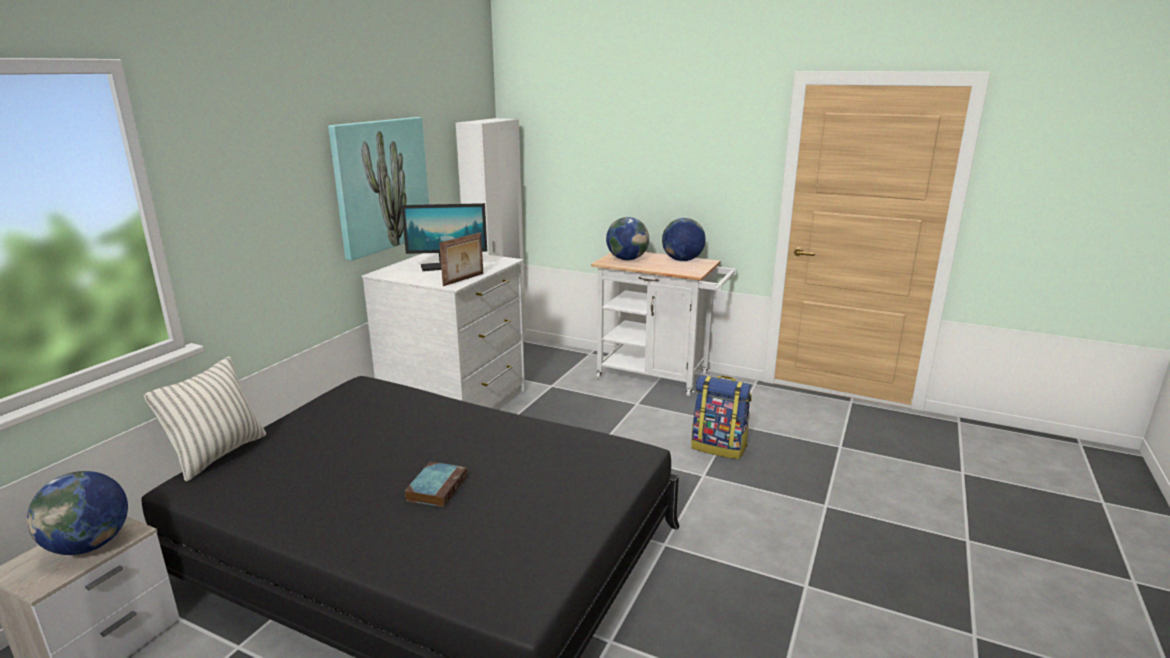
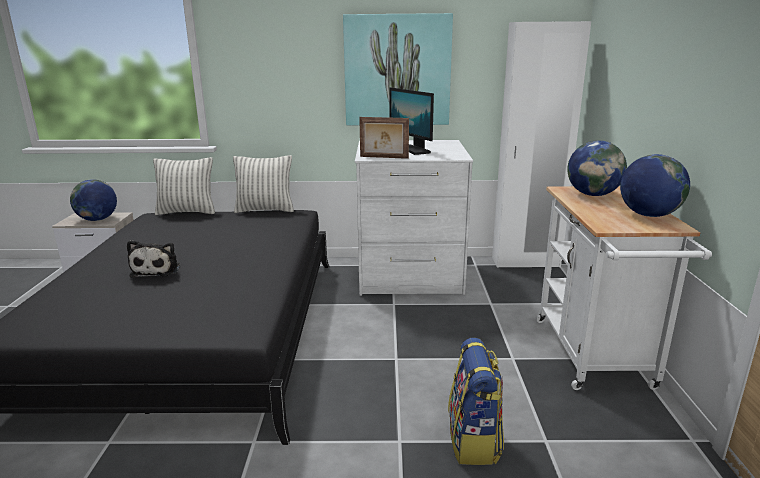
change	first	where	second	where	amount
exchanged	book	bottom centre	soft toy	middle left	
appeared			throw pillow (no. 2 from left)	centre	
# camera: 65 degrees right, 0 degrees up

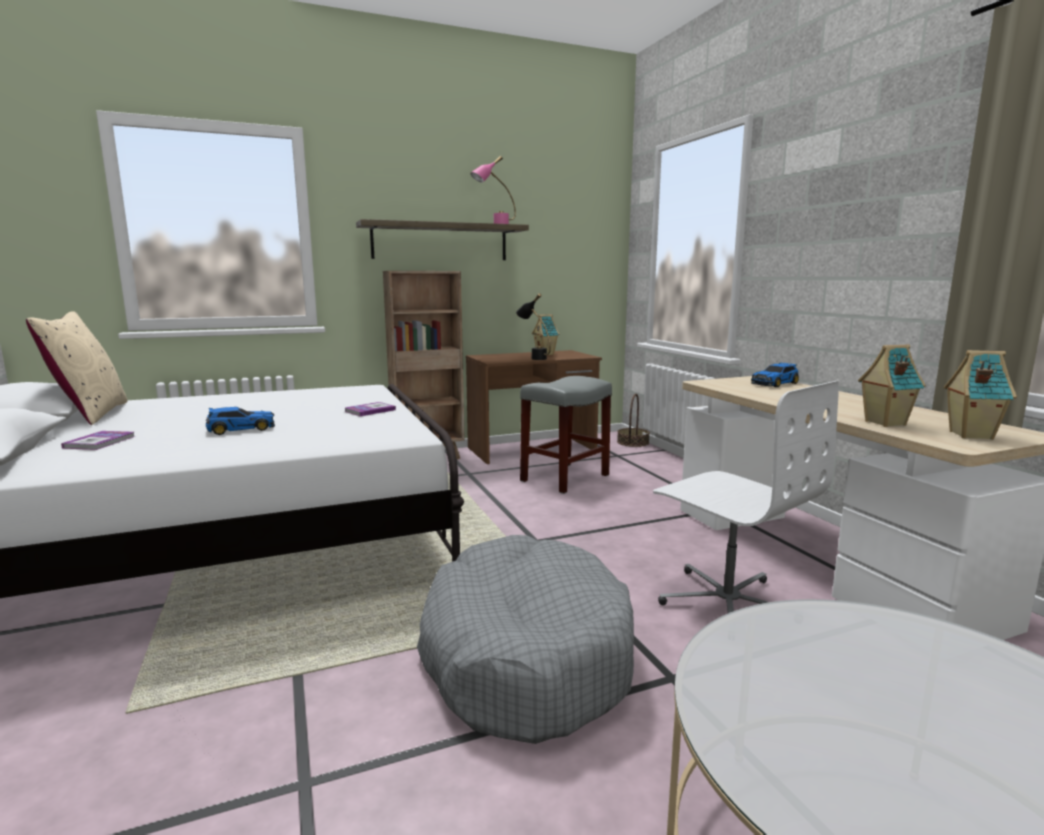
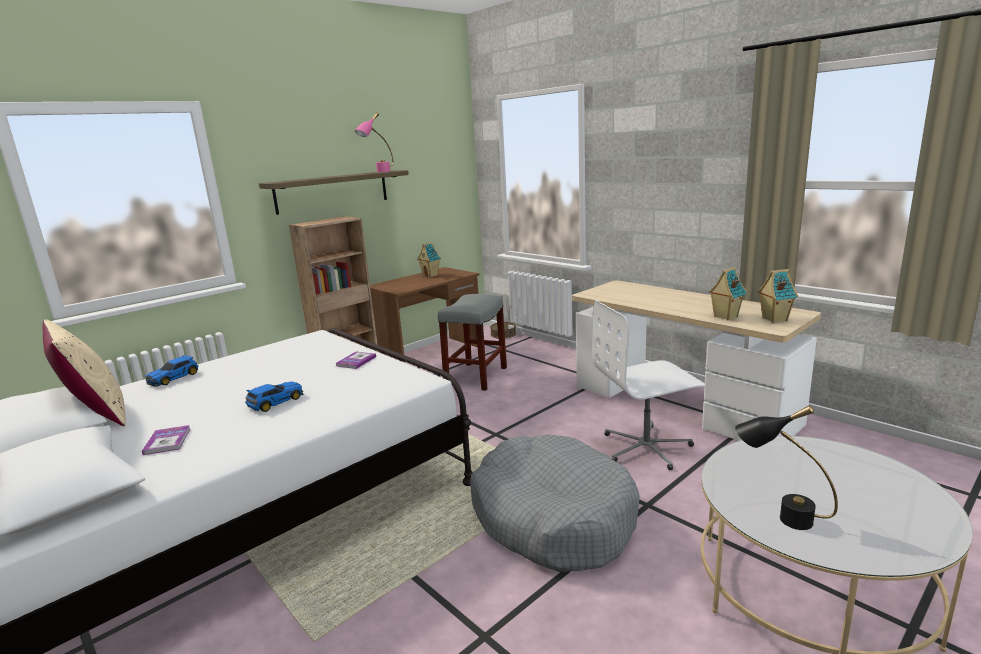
change	first	where	second	where	amount
relocated	toy car (no. 2 from left in the first image)	middle right	toy car (no. 1 from left)	middle left	
spun	desk chair (white-coloured)	middle right		centre	135 degrees clockwise
relocated	tabletop lamp (black-coloured)	centre		bottom right	
# camera: 20 degrees left, 5 degrees up

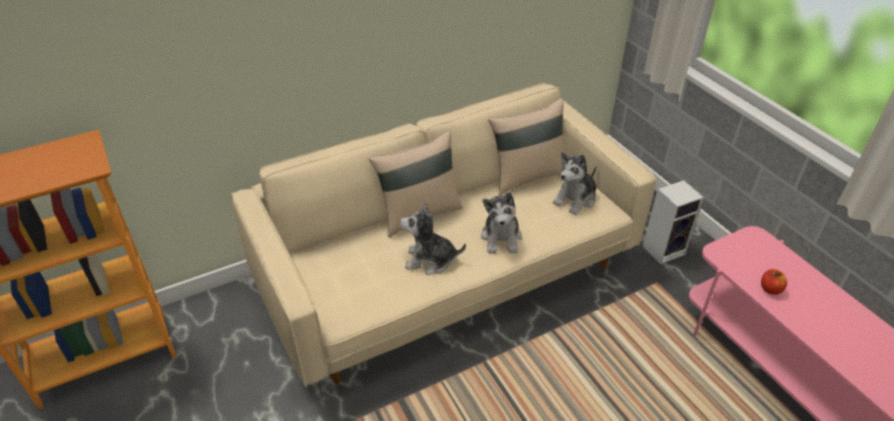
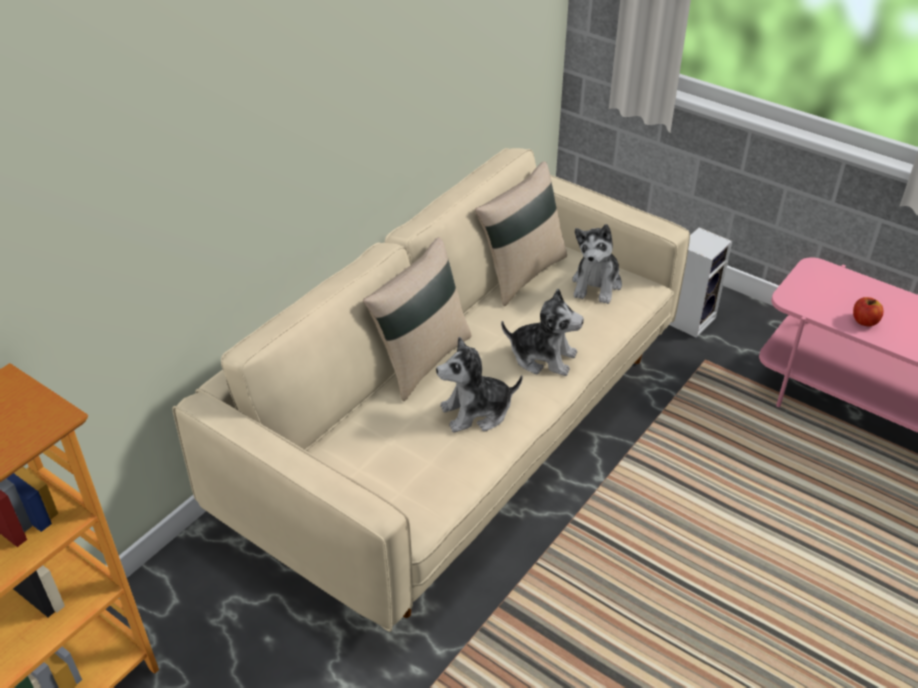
change	first	where	second	where	amount
spun	soft toy (no. 2 from left)	centre		centre	45 degrees counterclockwise
# camera: 25 degrees left, 0 degrees up

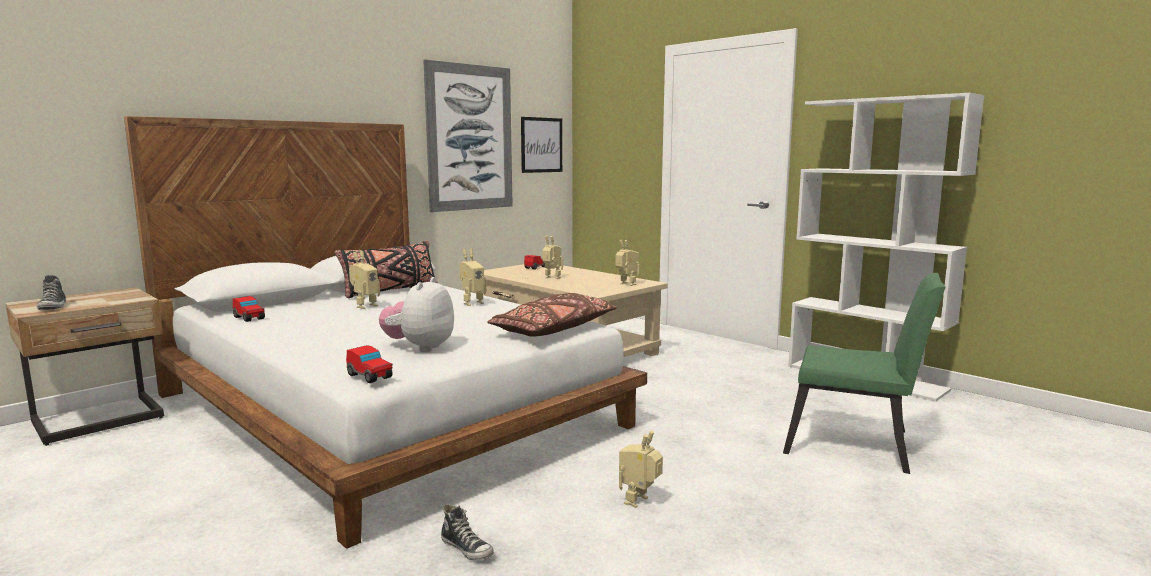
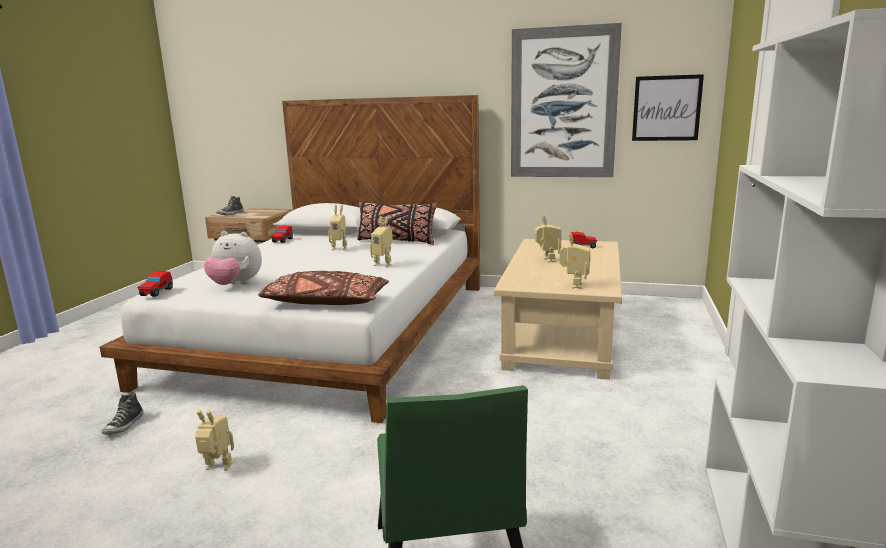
change	first	where	second	where	amount
spun	soft toy	centre		middle left	150 degrees counterclockwise
# camera: 60 degrees right, 5 degrees up

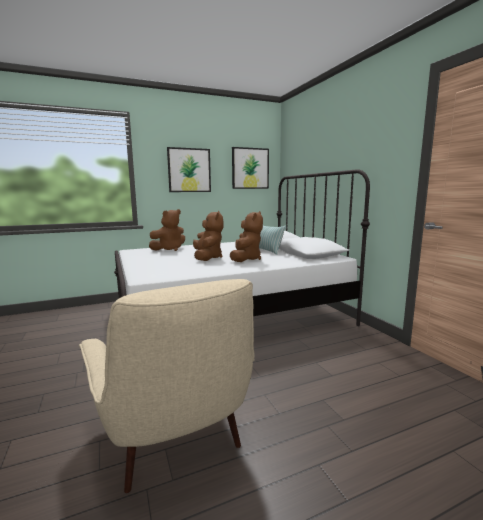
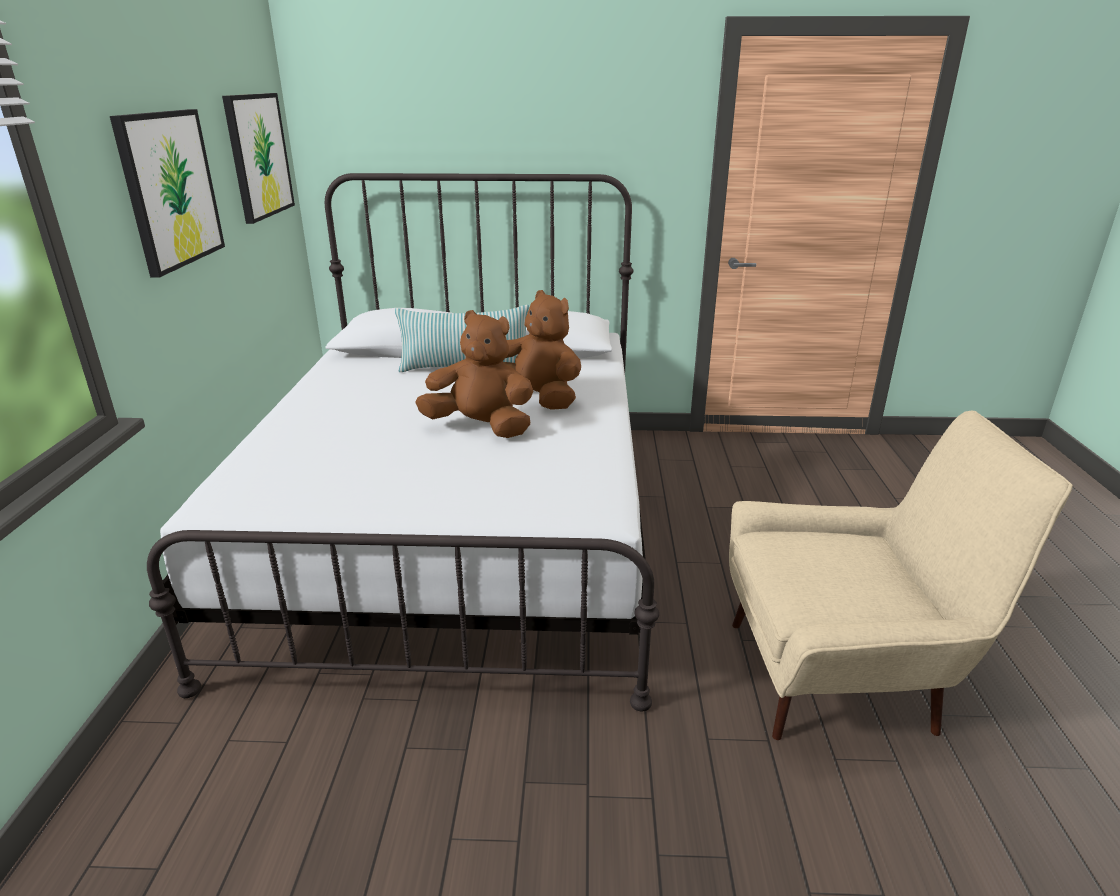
change	first	where	second	where	amount
missing	soft toy (brown-coloured) (no. 1 from left)	centre			
# camera: 65 degrees left, 15 degrees up

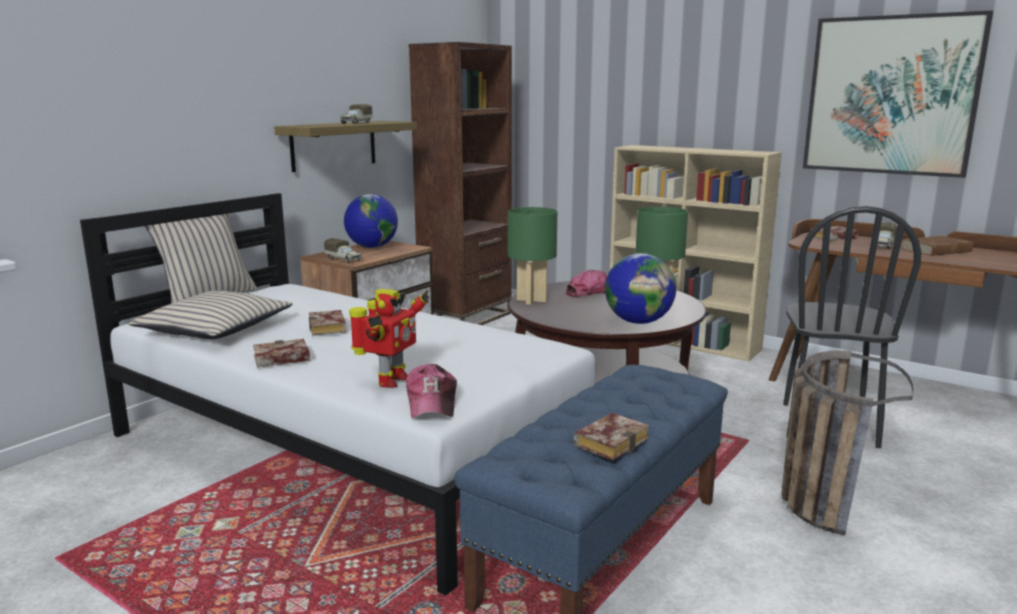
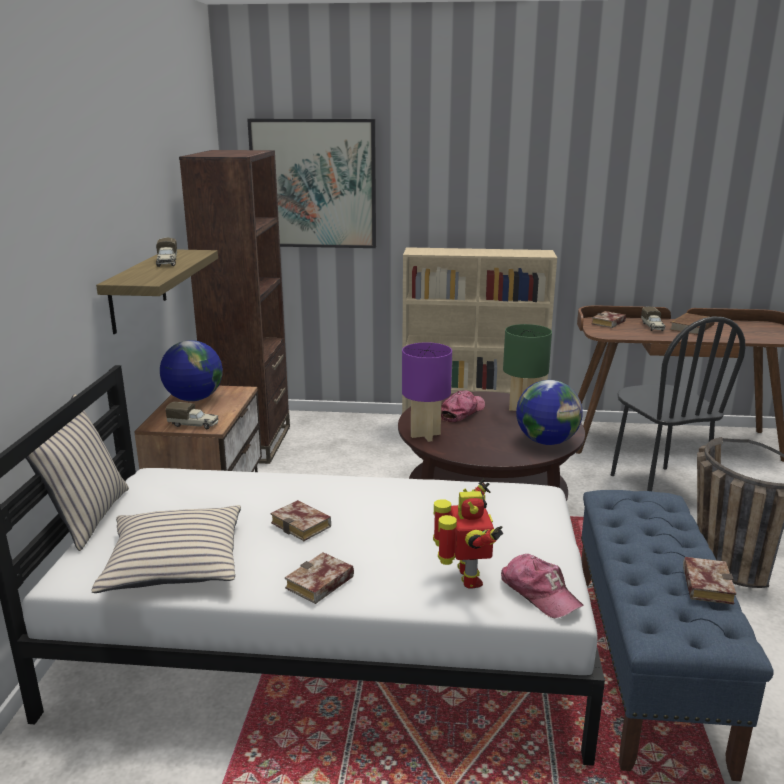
change	first	where	second	where	amount
relocated	picture	top right		top centre	
colour	tabletop lamp (green) (no. 1 from left)	centre	tabletop lamp (purple)	centre	
# camera: 30 degrees left, 5 degrees up

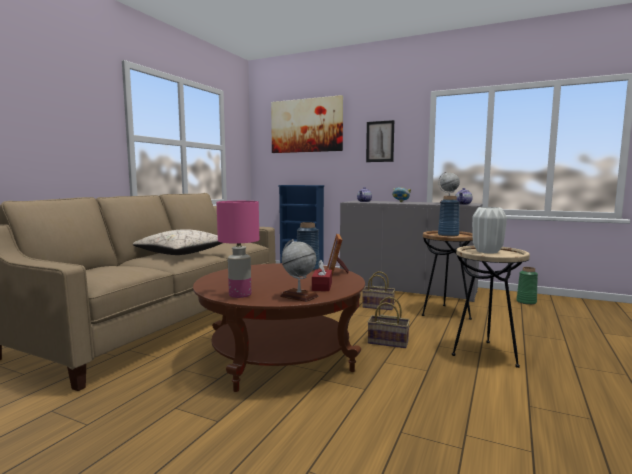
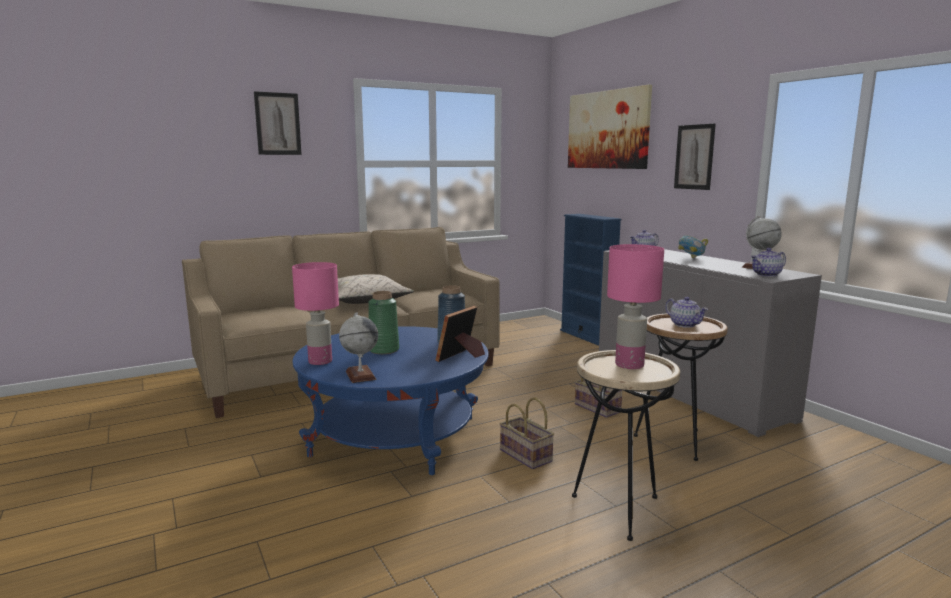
change	first	where	second	where	amount
appeared			picture (no. 1 from left)	top left	
colour	coffee table (brown-coloured)	bottom centre	coffee table (bluish)	bottom centre	
relocated	flower vase (green)	middle right		centre	
exchanged	flower vase (white-coloured)	middle right	tabletop lamp (pink) (no. 2 from left)	middle right	
exchanged	flower vase (bluish) (no. 2 from left)	middle right	pot for tea (no. 2 from left)	middle right	
missing	tissue holder (red)	centre			
# camera: 35 degrees right, 5 degrees up

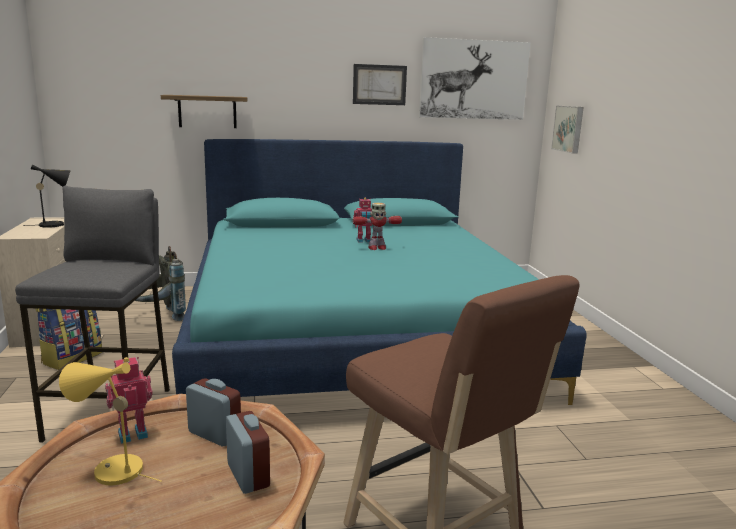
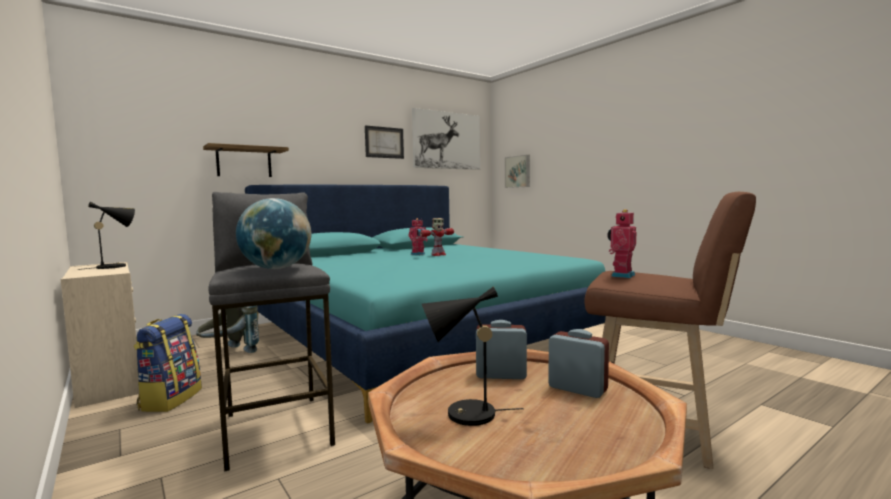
change	first	where	second	where	amount
appeared			desk globe	middle left	
colour	tabletop lamp (yellow-coloured)	bottom left	tabletop lamp (black-coloured) (no. 2 from left)	bottom centre	
relocated	model robot (no. 1 from left in the first image)	bottom left	model robot (no. 3 from left)	middle right	
# camera: 25 degrees left, 10 degrees down

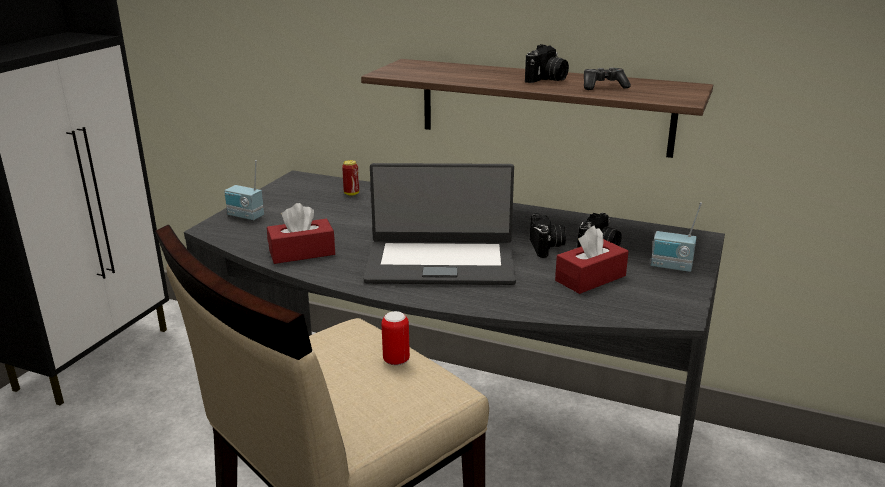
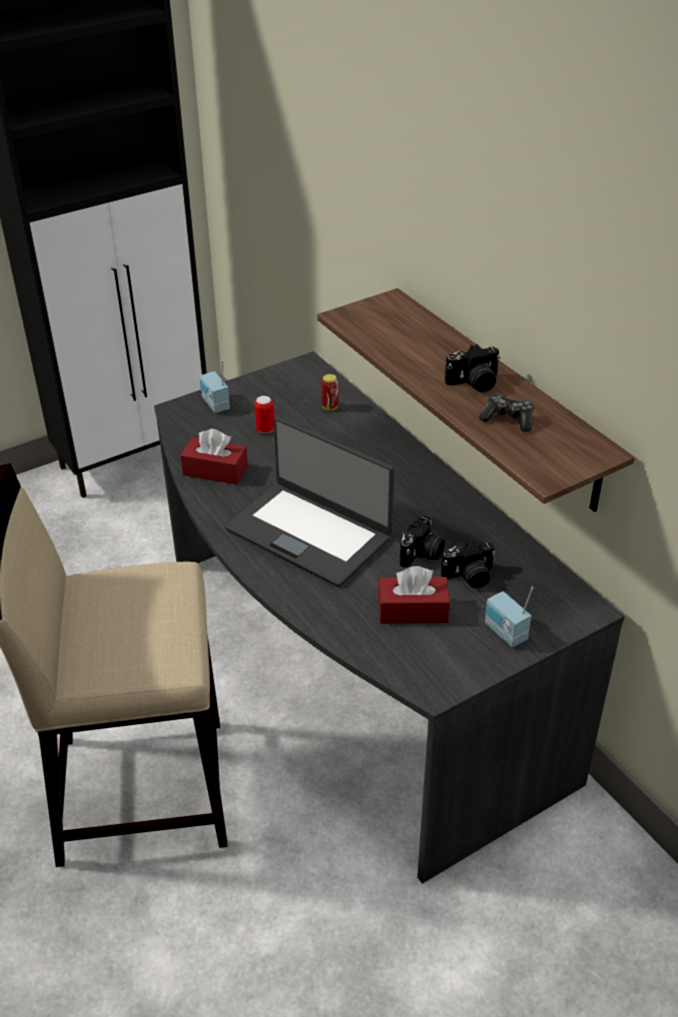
change	first	where	second	where	amount
relocated	can (no. 2 from left in the first image)	bottom centre	can (no. 1 from left)	centre	
# camera: 35 degrees right, 15 degrees up

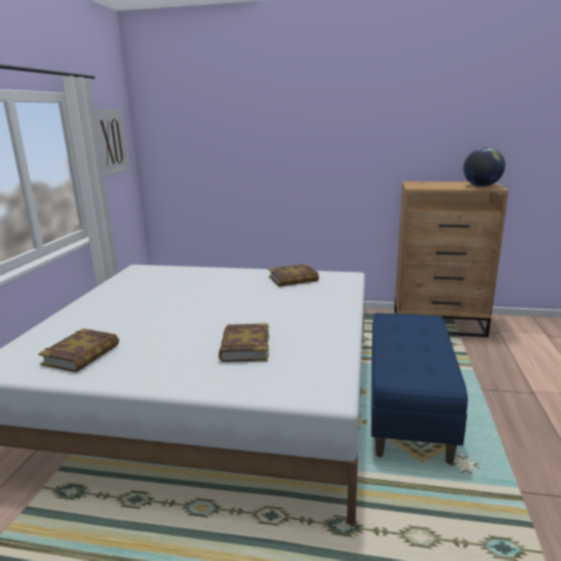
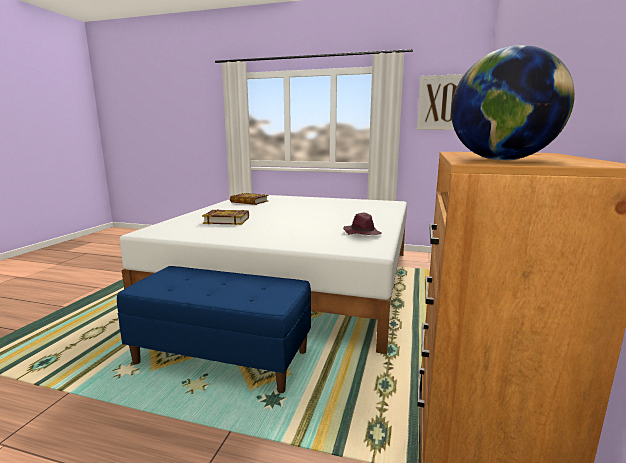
change	first	where	second	where	amount
exchanged	book (no. 3 from left)	centre	hat (purple)	centre	
# camera: 95 degrees right, 5 degrees down

